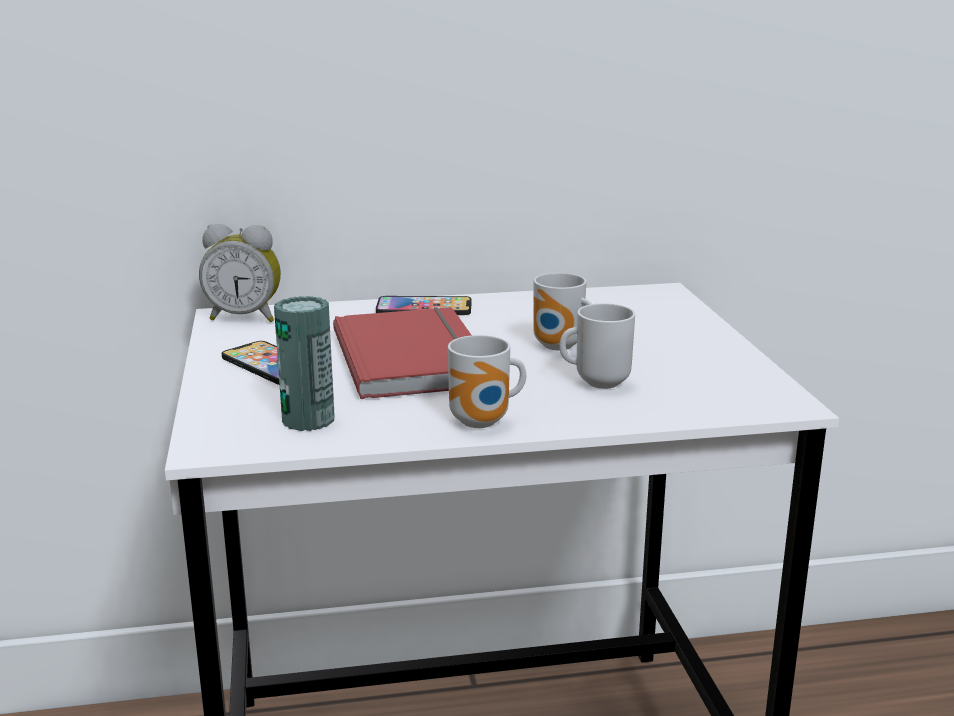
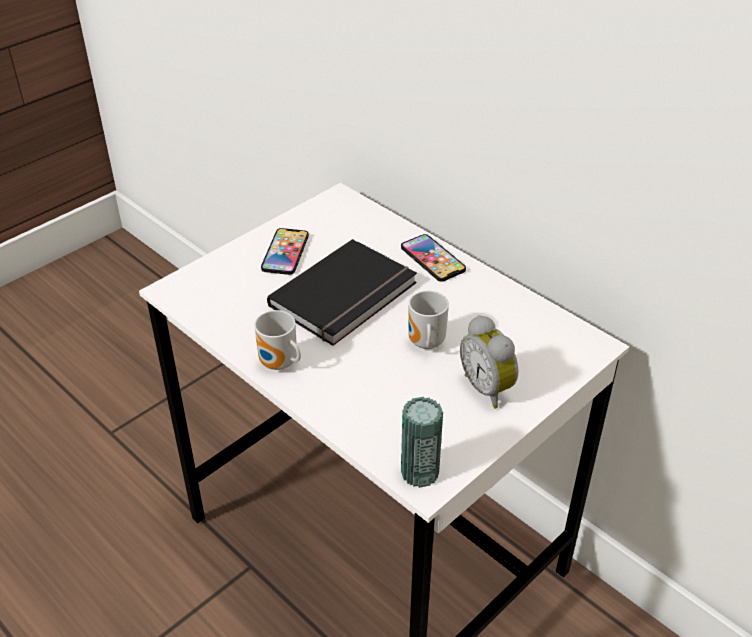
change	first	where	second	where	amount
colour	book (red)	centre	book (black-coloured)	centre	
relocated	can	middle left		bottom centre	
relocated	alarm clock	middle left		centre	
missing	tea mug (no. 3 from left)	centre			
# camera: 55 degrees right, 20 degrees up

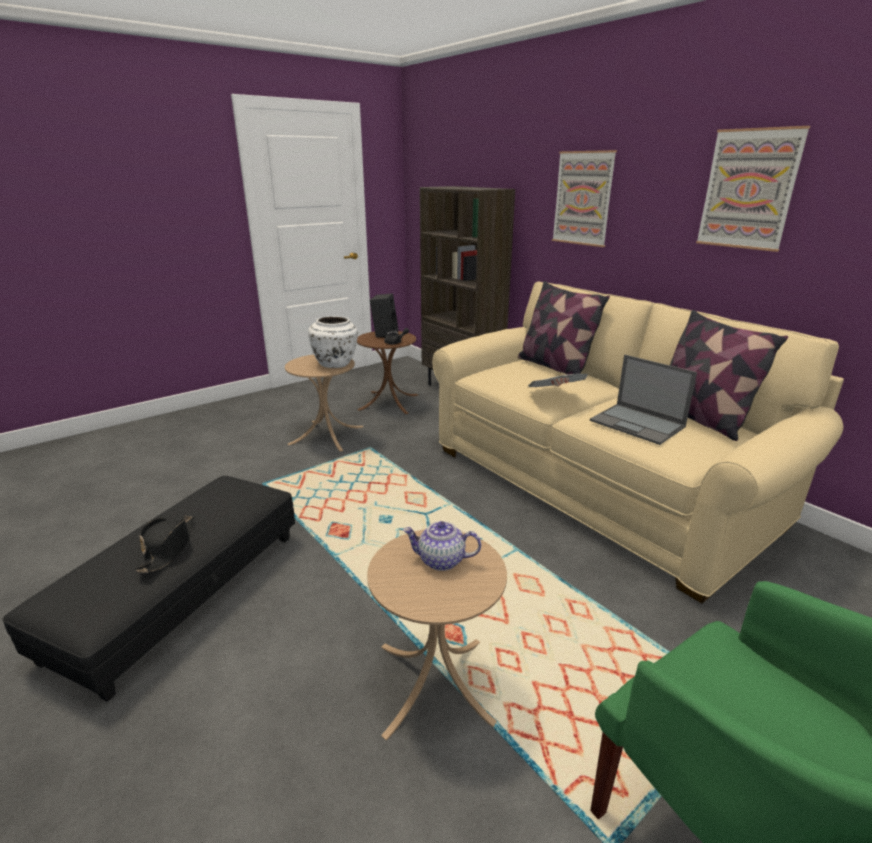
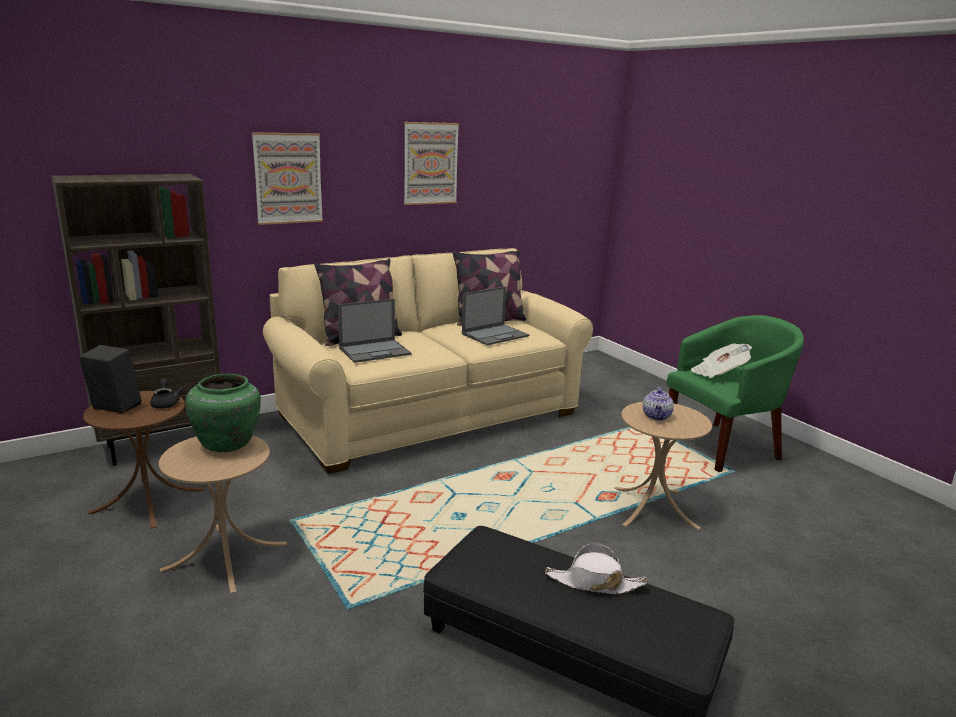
change	first	where	second	where	amount
colour	flower vase (white-coloured)	centre	flower vase (green)	middle left	
appeared			laptop (no. 1 from left)	centre	
colour	hat (black-coloured)	middle left	hat (white-coloured)	bottom centre	
relocated	newspaper	centre		middle right	
# camera: 85 degrees left, 5 degrees down

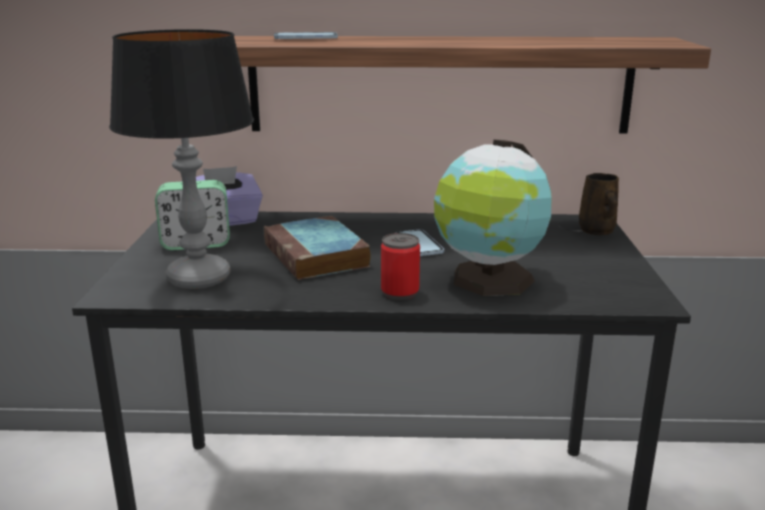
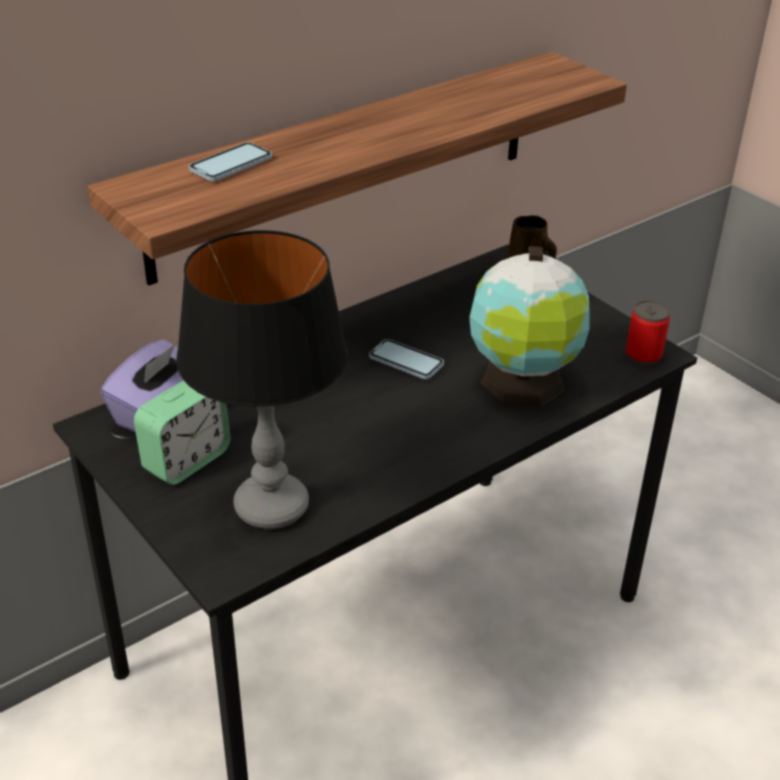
change	first	where	second	where	amount
relocated	can	centre		middle right	
missing	book	centre			
# camera: 40 degrees left, 15 degrees up

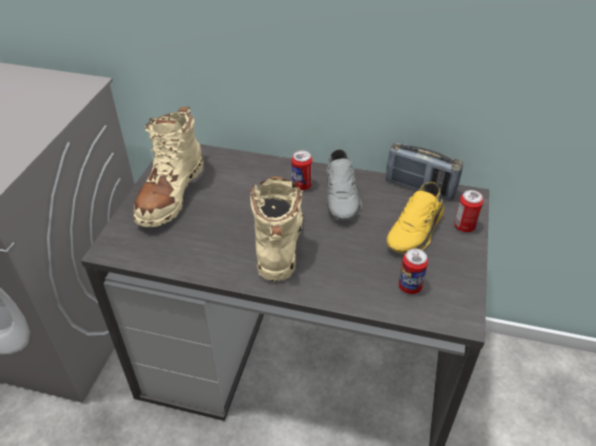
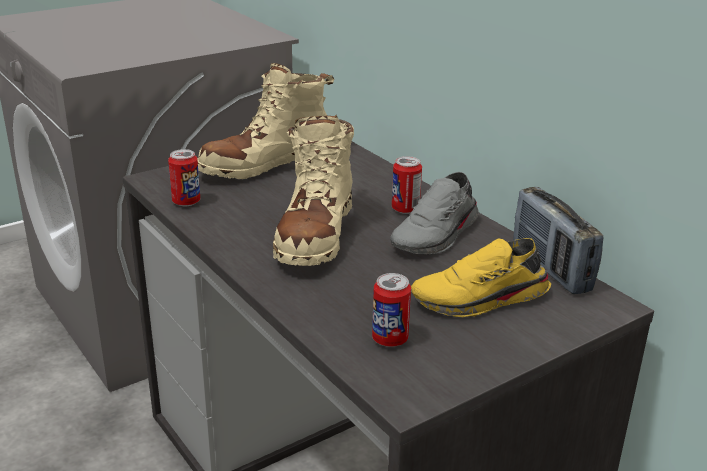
change	first	where	second	where	amount
relocated	can (no. 3 from left in the first image)	middle right	can (no. 1 from left)	middle left	
spun	high-top boot (sand-coloured) (no. 2 from left)	centre		centre	150 degrees clockwise
# camera: 40 degrees right, 15 degrees down

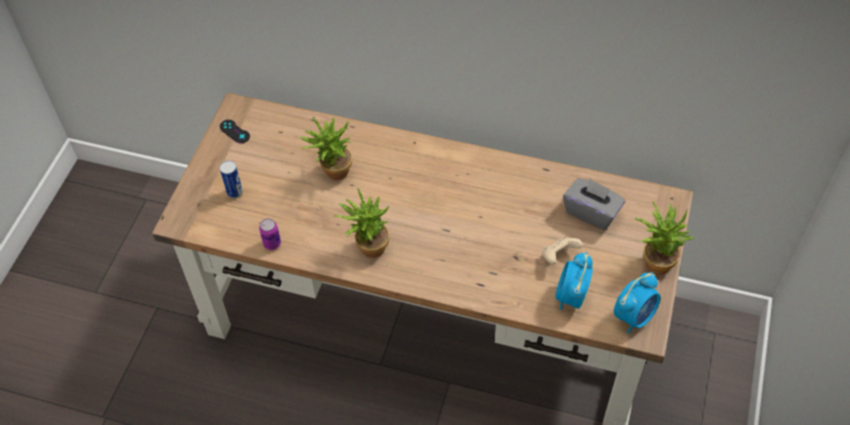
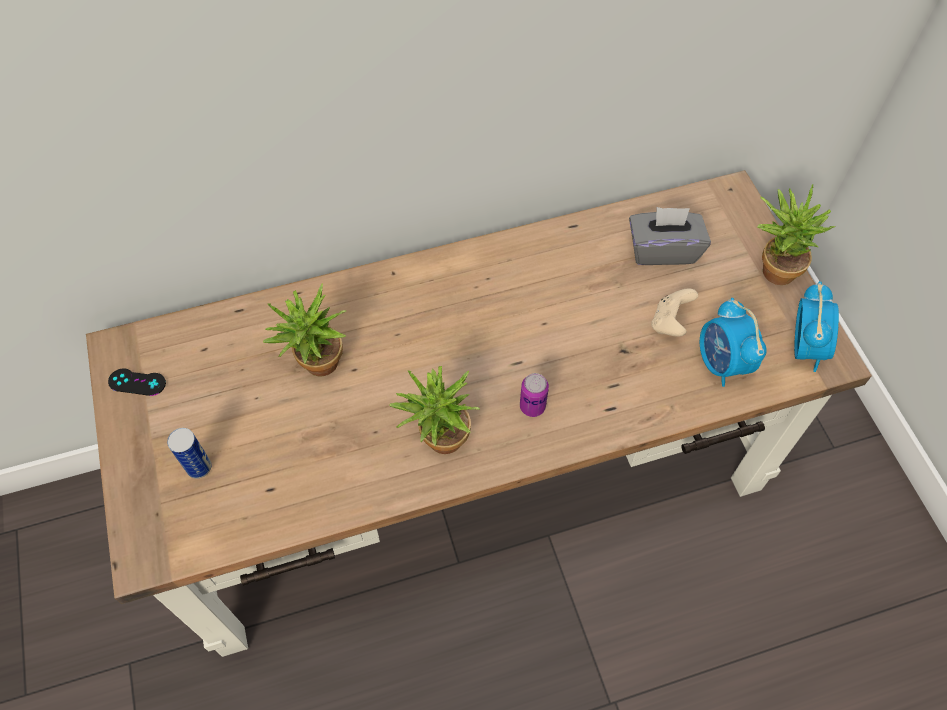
change	first	where	second	where	amount
relocated	can (no. 2 from left)	middle left		centre	
# camera: 35 degrees left, 5 degrees up

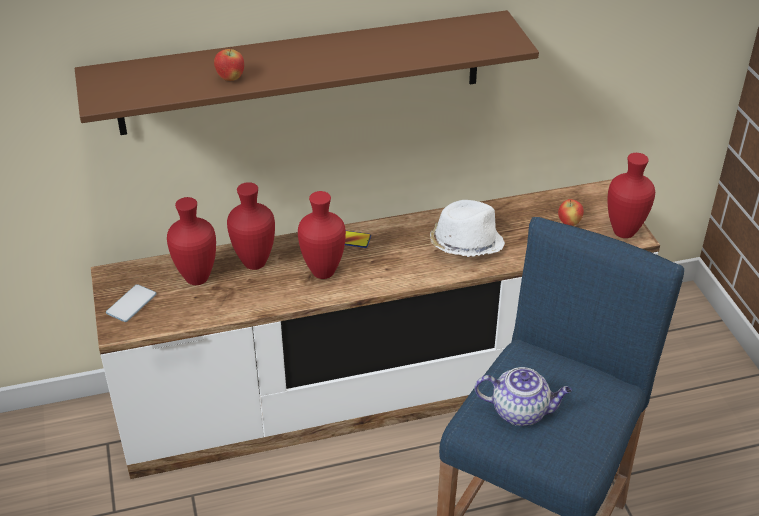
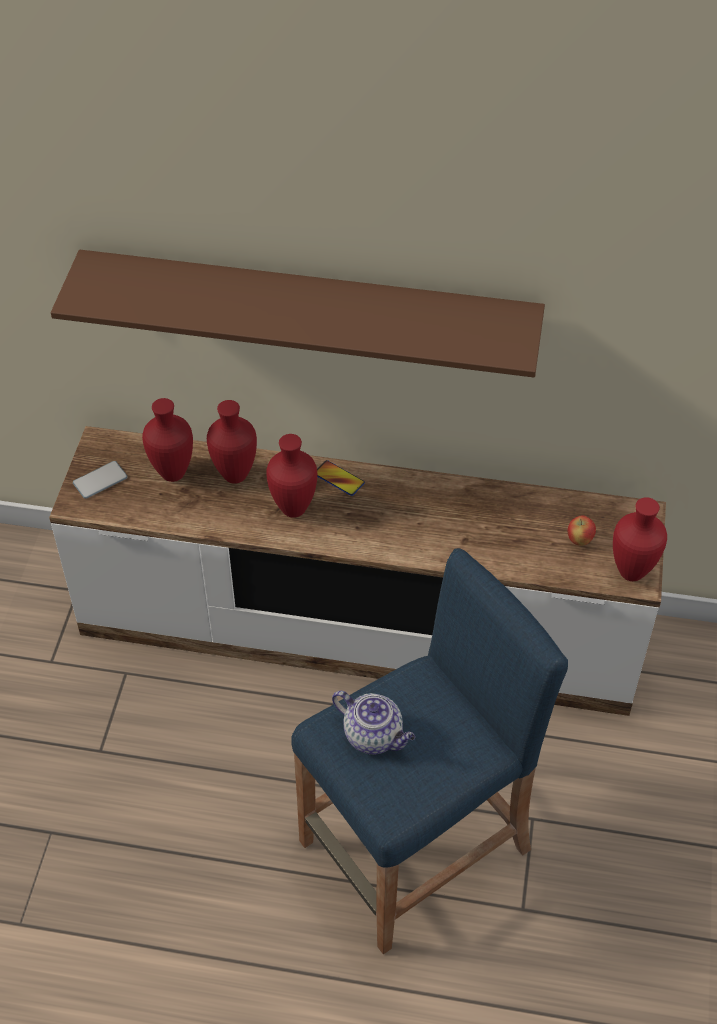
change	first	where	second	where	amount
missing	whole apple (no. 1 from left)	top left			
missing	hat (white-coloured)	centre			
# camera: 25 degrees right, 10 degrees up

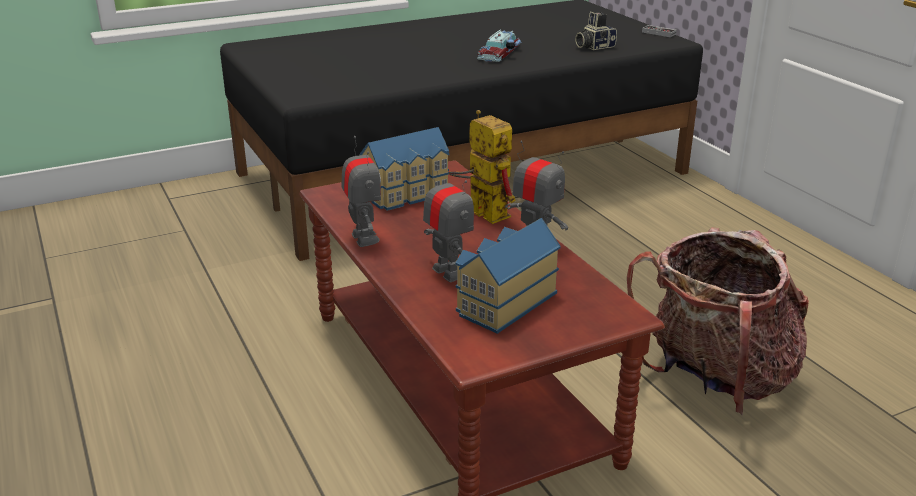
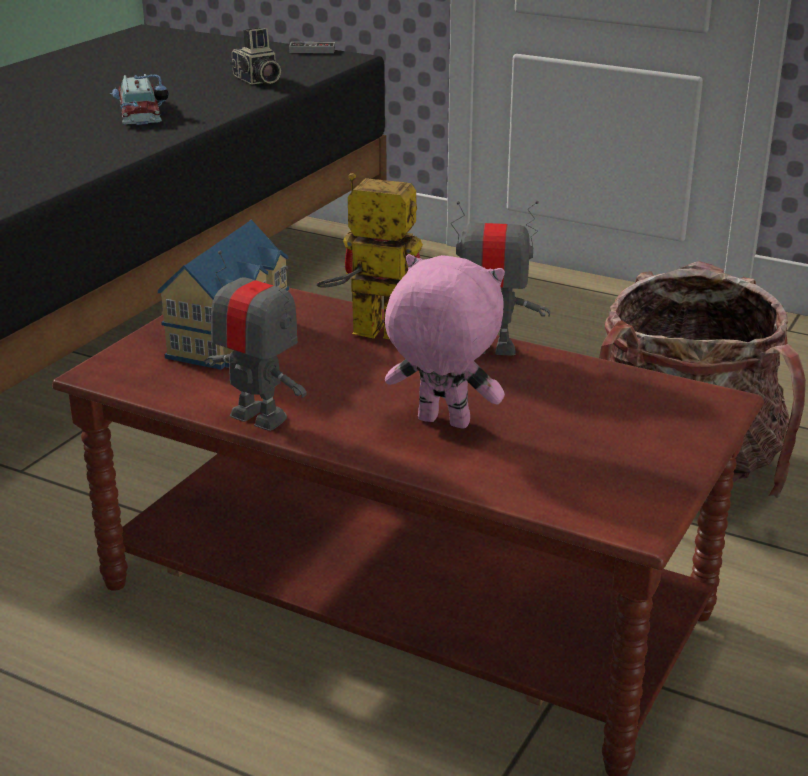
change	first	where	second	where	amount
spun	still camera	top centre		top left	60 degrees counterclockwise
exchanged	model robot (no. 2 from left)	centre	soft toy (pink)	centre	
missing	miniature house (no. 2 from left)	centre			
# camera: 35 degrees left, 0 degrees up

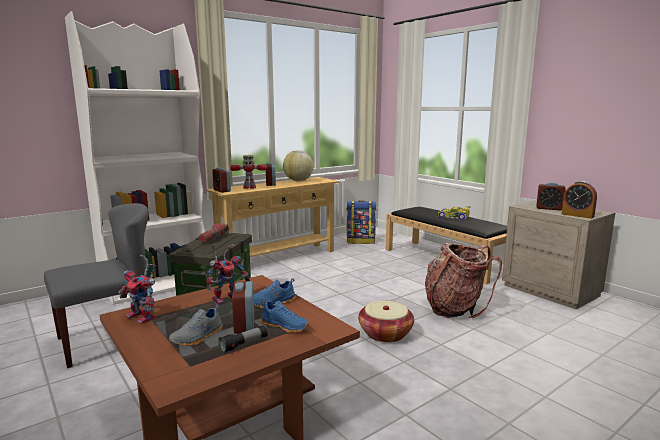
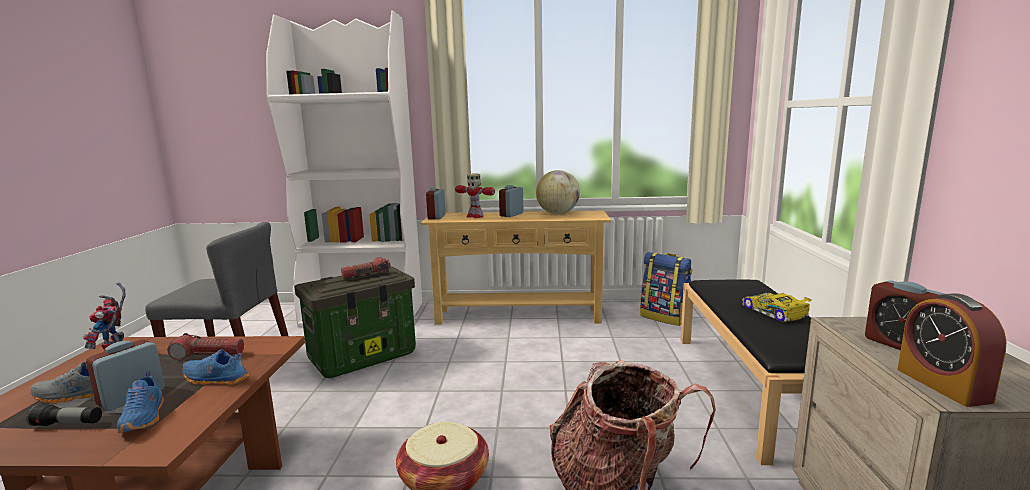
change	first	where	second	where	amount
exchanged	model robot (no. 2 from left)	centre	torch (no. 2 from left)	bottom left	
# camera: 40 degrees right, 0 degrees up

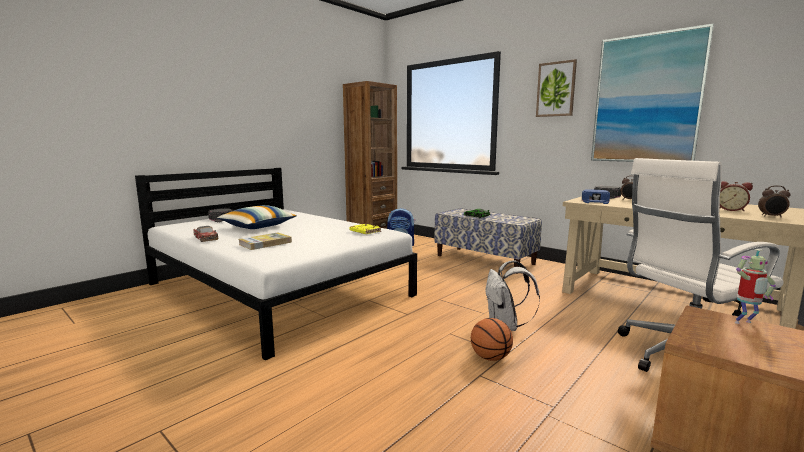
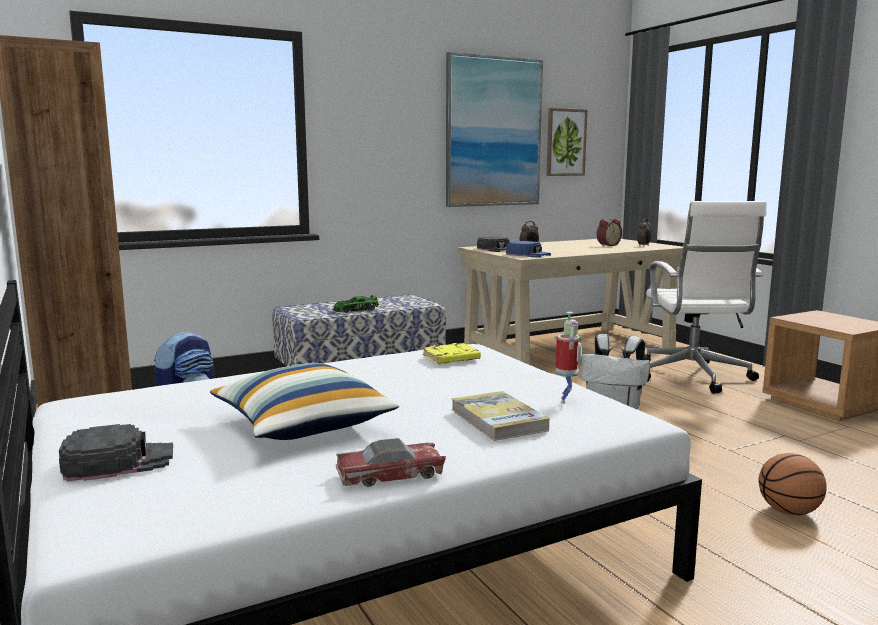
change	first	where	second	where	amount
relocated	picture (no. 1 from left in the first image)	top right	picture (no. 2 from left)	top centre	
relocated	model robot	middle right		centre	
relocated	ball for basketball	bottom centre		bottom right	
# camera: 70 degrees left, 0 degrees up

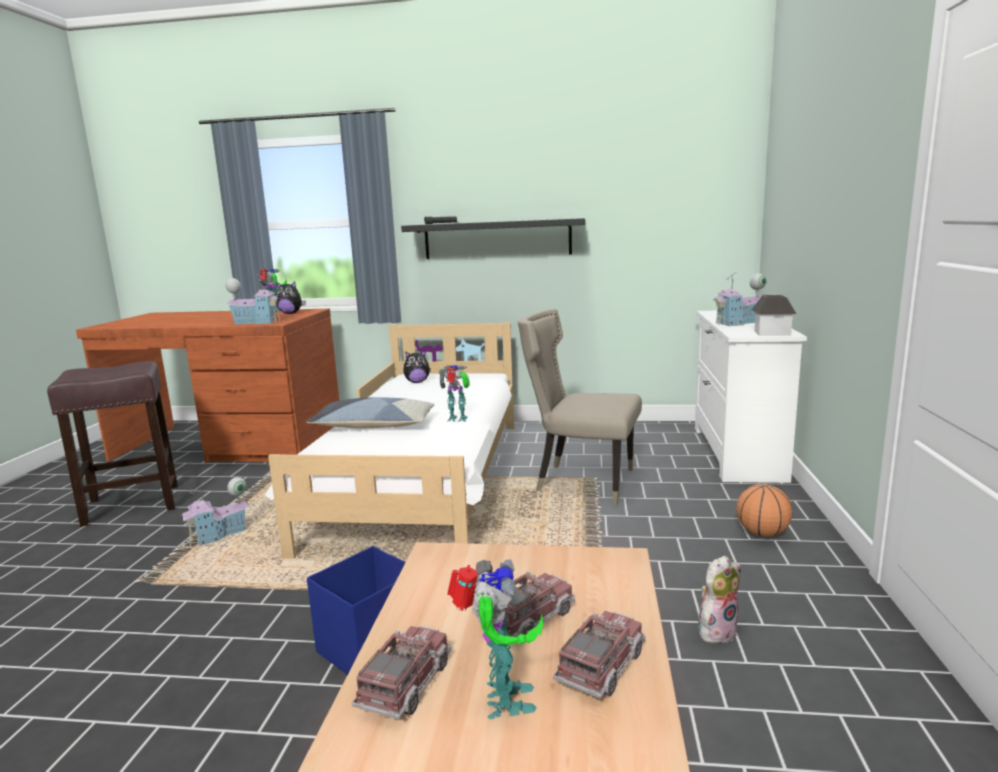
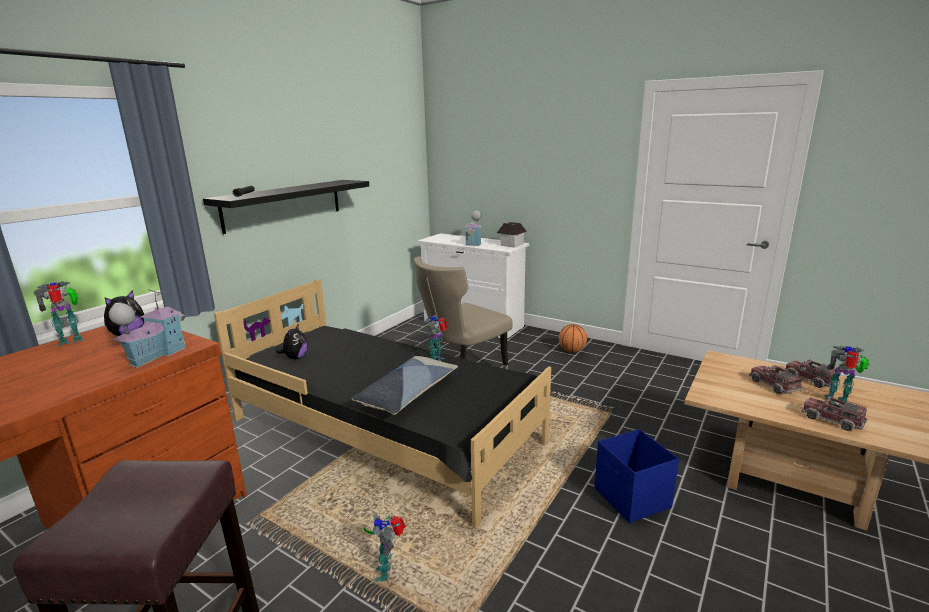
change	first	where	second	where	amount
colour	bedroom bed (white-coloured)	centre	bedroom bed (black-coloured)	centre	
exchanged	miniature house (no. 1 from left)	middle left	model robot (no. 2 from left)	bottom centre	
missing	soft toy (no. 3 from left)	bottom right			
# camera: 65 degrees left, 5 degrees up

